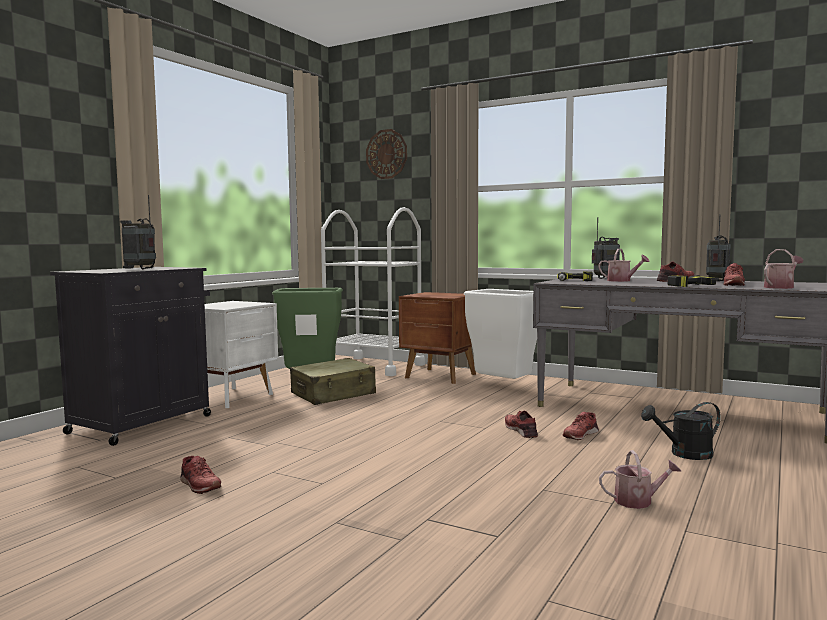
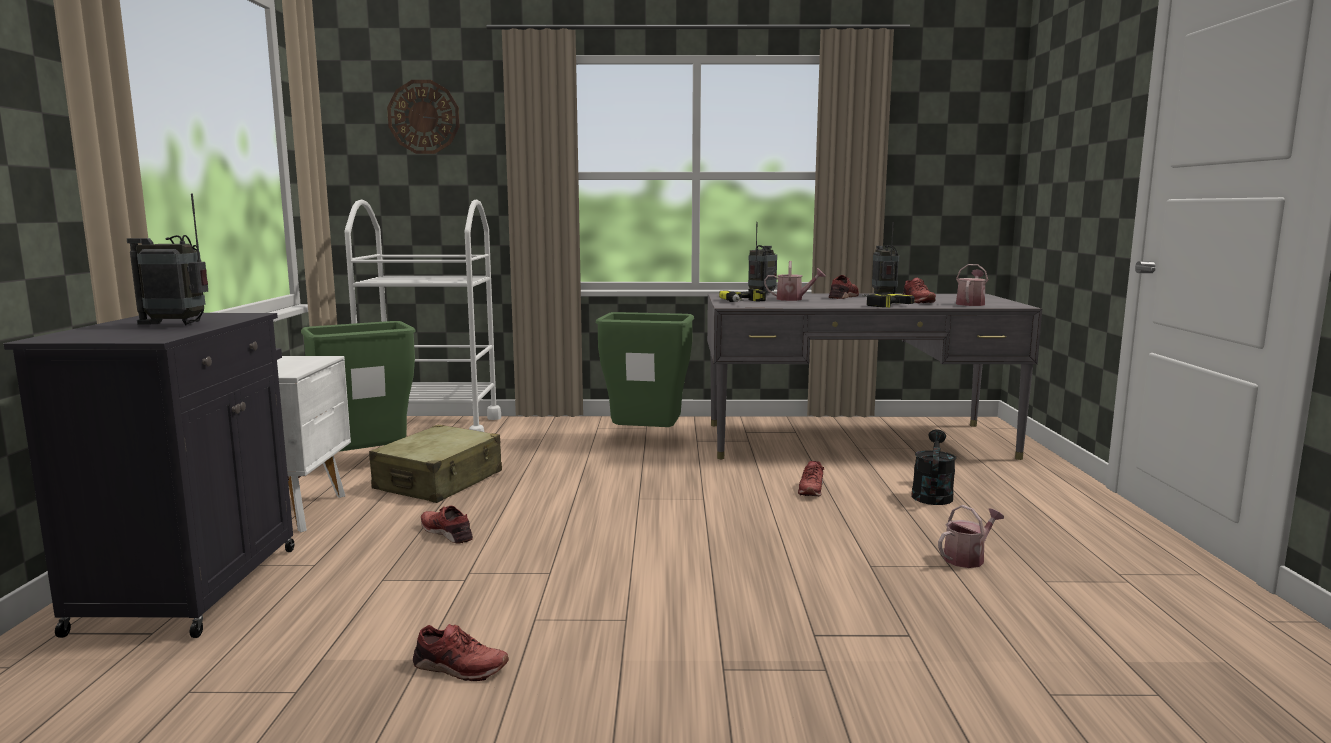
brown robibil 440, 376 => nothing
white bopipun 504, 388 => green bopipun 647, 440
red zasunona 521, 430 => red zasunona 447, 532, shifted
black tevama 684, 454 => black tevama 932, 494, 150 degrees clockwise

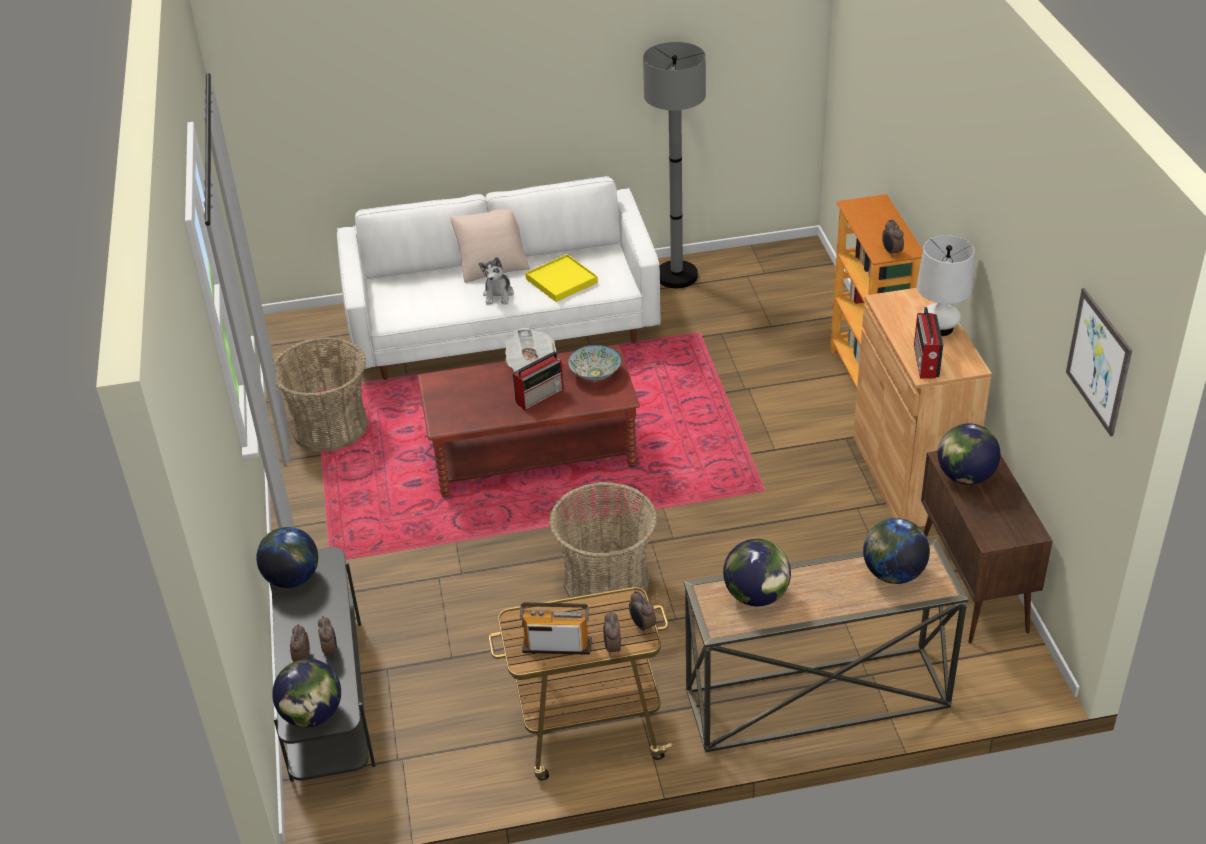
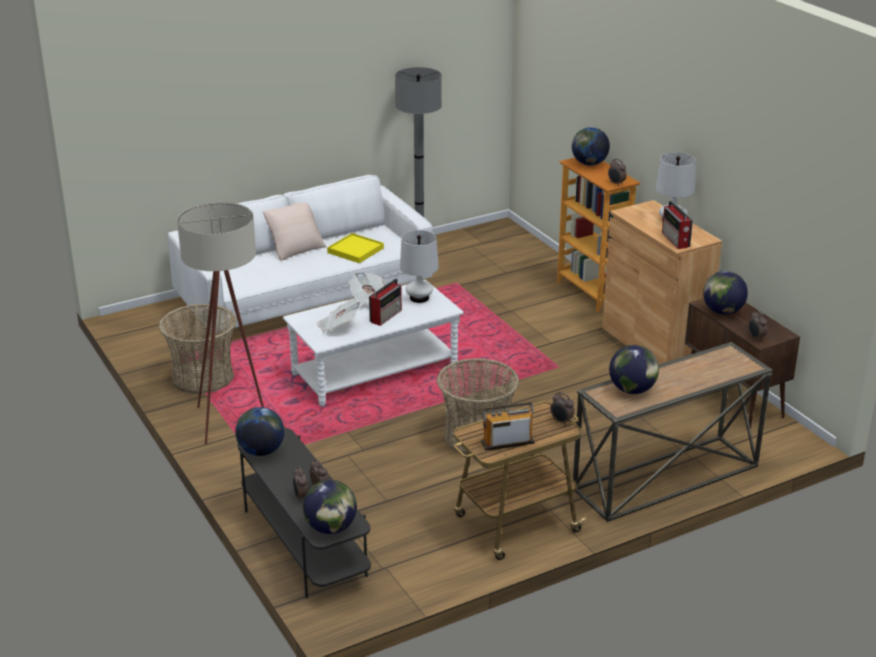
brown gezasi 533, 454 => white gezasi 375, 371
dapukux 498, 295 => nothing
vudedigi 595, 373 => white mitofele 419, 298
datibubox 612, 648 => datibubox 755, 338, shifted
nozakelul 893, 574 => nozakelul 589, 164, shifted
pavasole 1098, 361 => nothing
nothing => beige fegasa 232, 421
nothing => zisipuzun 338, 326

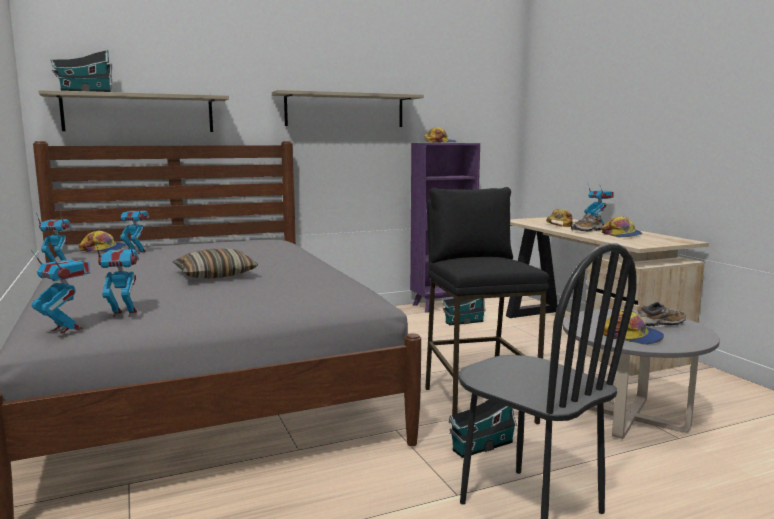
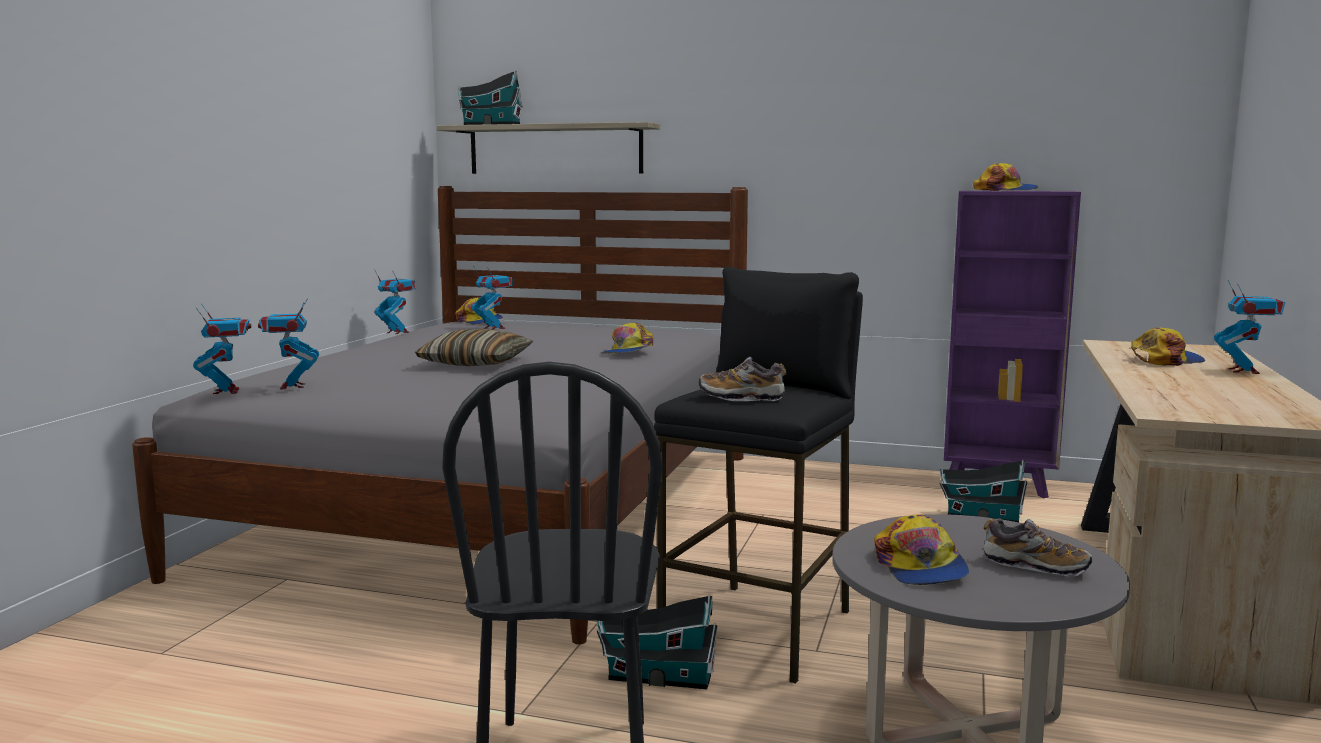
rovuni 123, 314 => rovuni 292, 386, 135 degrees counterclockwise
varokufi 345, 110 => nothing
zasunona 586, 231 => zasunona 741, 397, shifted
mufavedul 621, 235 => mufavedul 628, 352, shifted

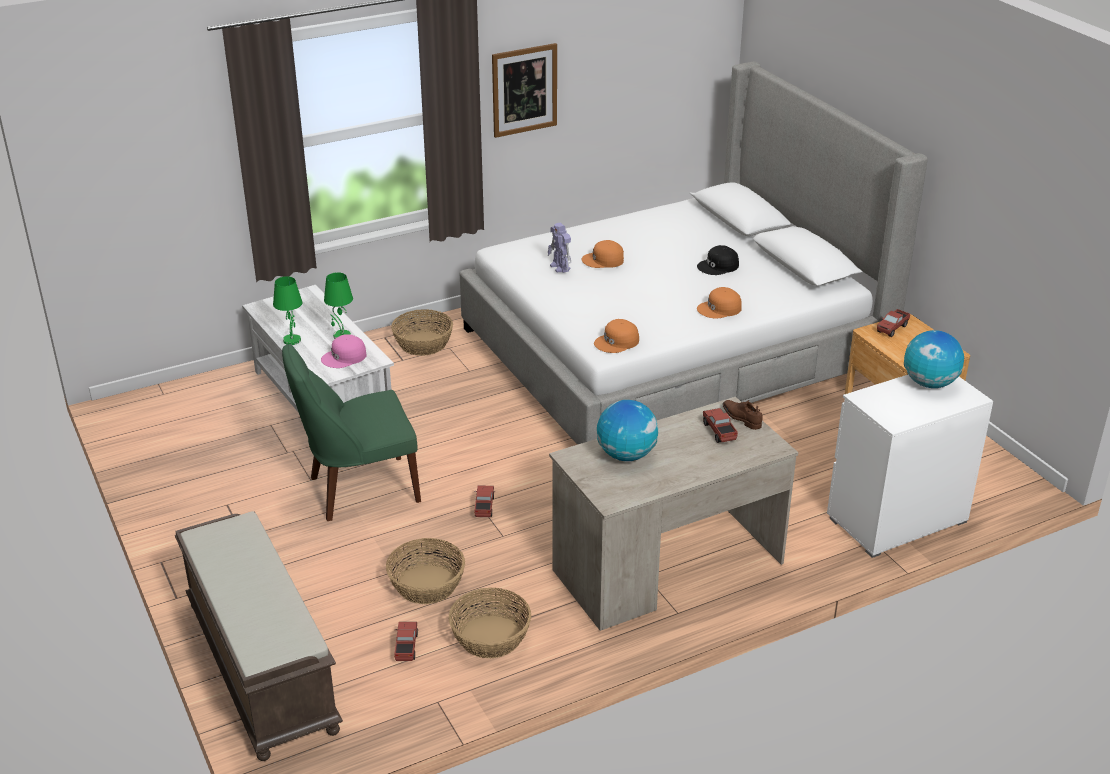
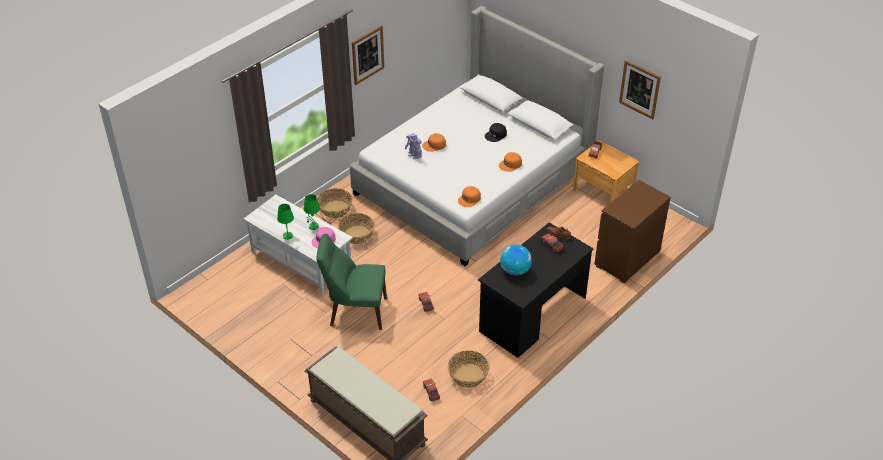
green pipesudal 359, 490 => green pipesudal 355, 311, 45 degrees clockwise
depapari 426, 585 => depapari 356, 235, shifted
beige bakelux 667, 567 => black bakelux 532, 314
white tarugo 896, 519 => brown tarugo 627, 259
nozakelul 929, 383 => nothing
nothing => pavasole 639, 89

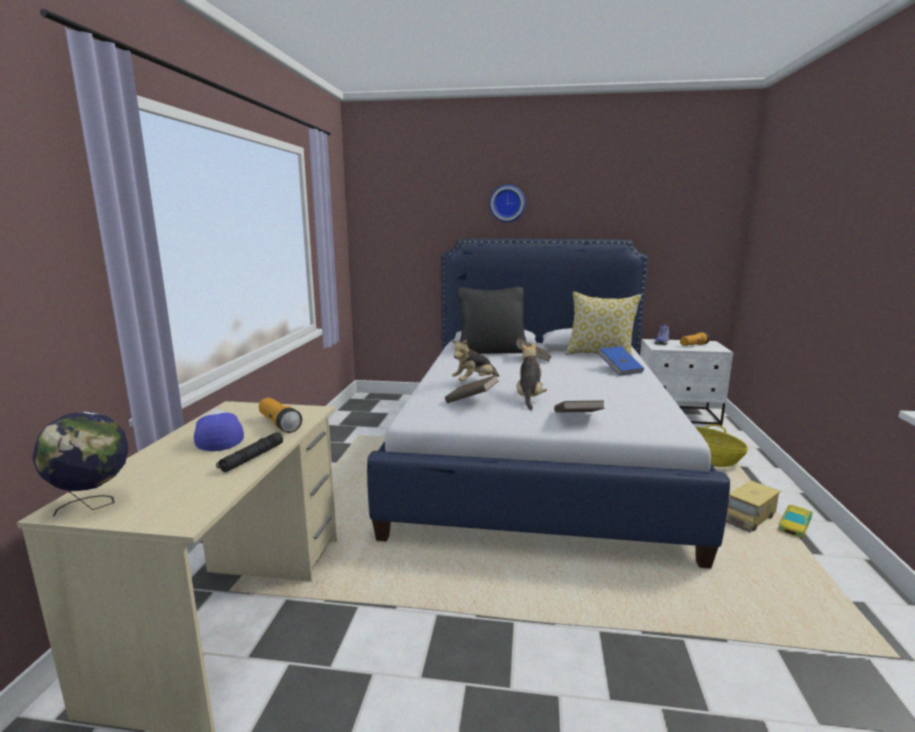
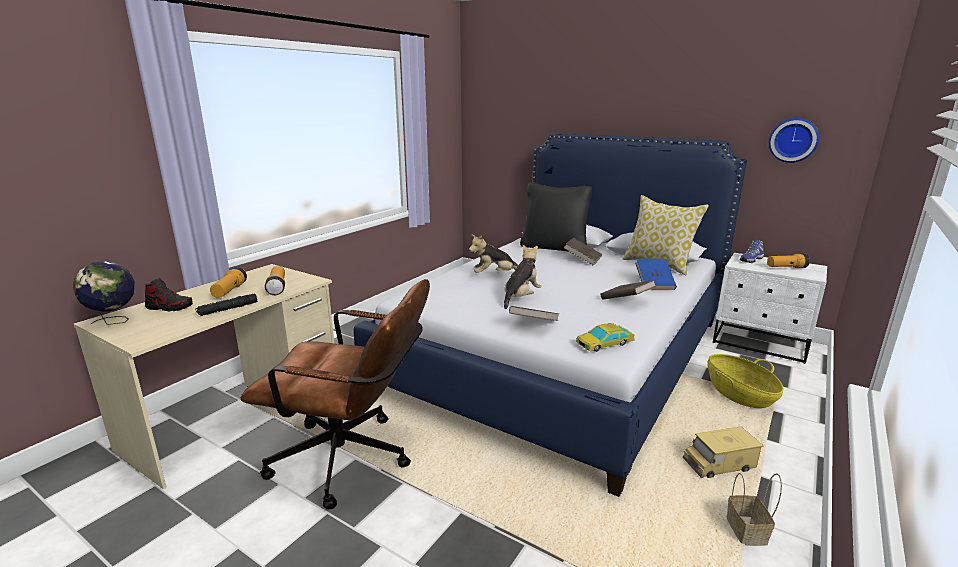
mufavedul 218, 438 => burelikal 229, 291
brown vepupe 471, 401 => brown vepupe 626, 300, shifted
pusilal 507, 203 => pusilal 793, 140, shifted
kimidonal 794, 525 => kimidonal 604, 343, shifted
nothing => zasunona 170, 307
nothing => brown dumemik 352, 460
nothing => depapari 747, 532

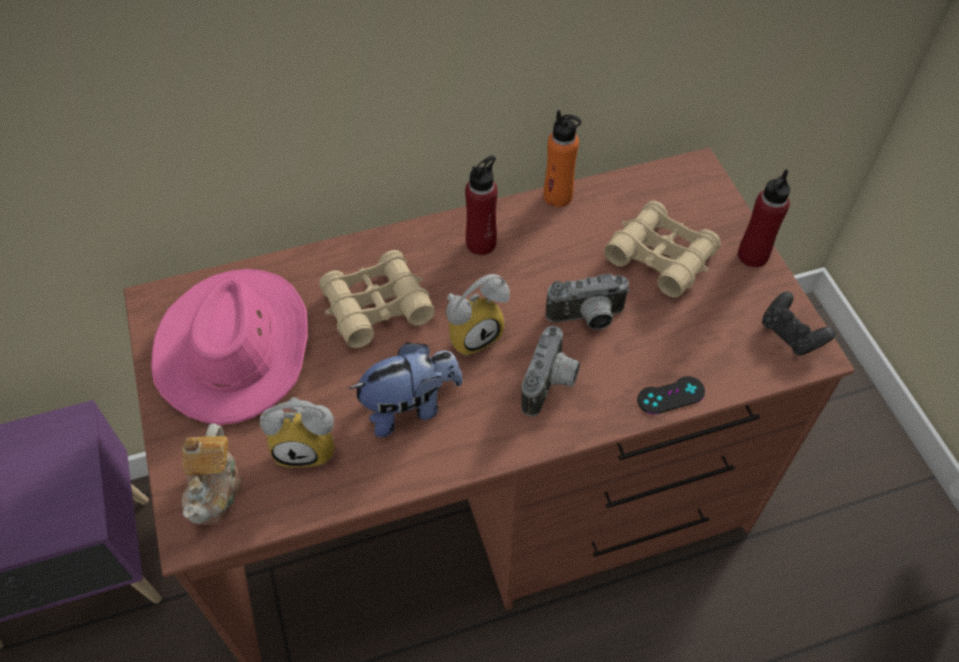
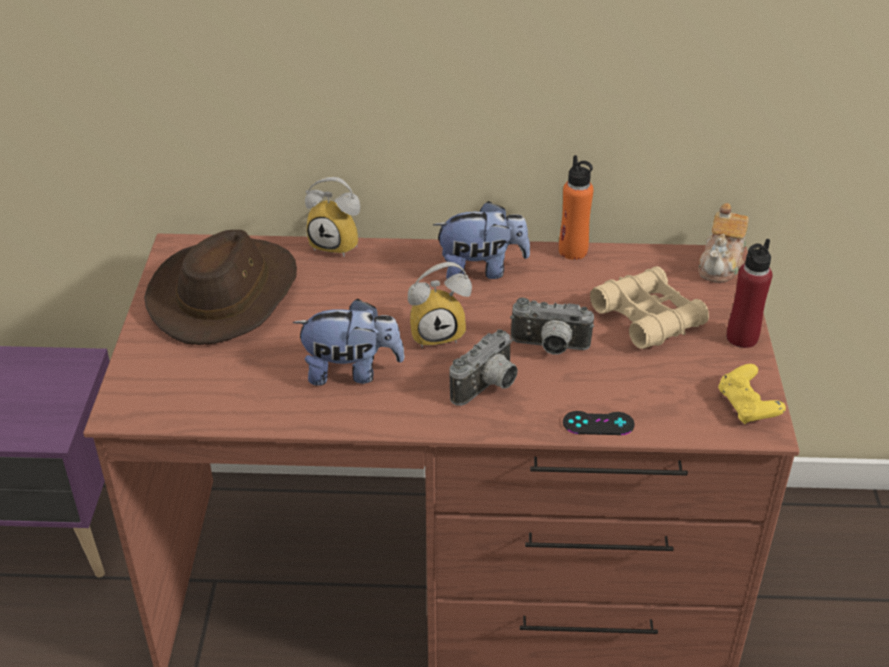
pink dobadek 235, 347 => brown dobadek 225, 294
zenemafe 215, 489 => zenemafe 721, 265, shifted
datibubox 308, 445 => datibubox 338, 244, shifted
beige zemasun 376, 306 => nothing
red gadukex 481, 243 => dapukux 481, 270
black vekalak 791, 334 => yellow vekalak 747, 407

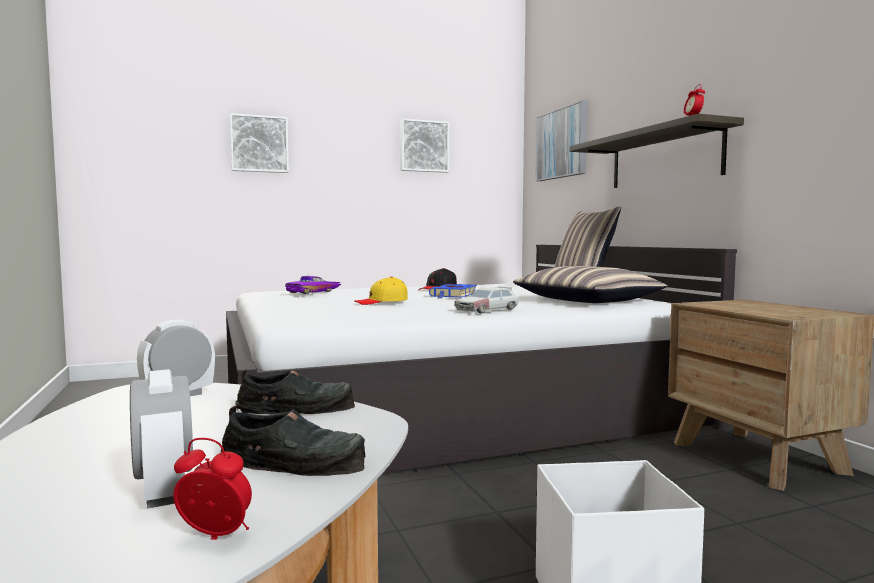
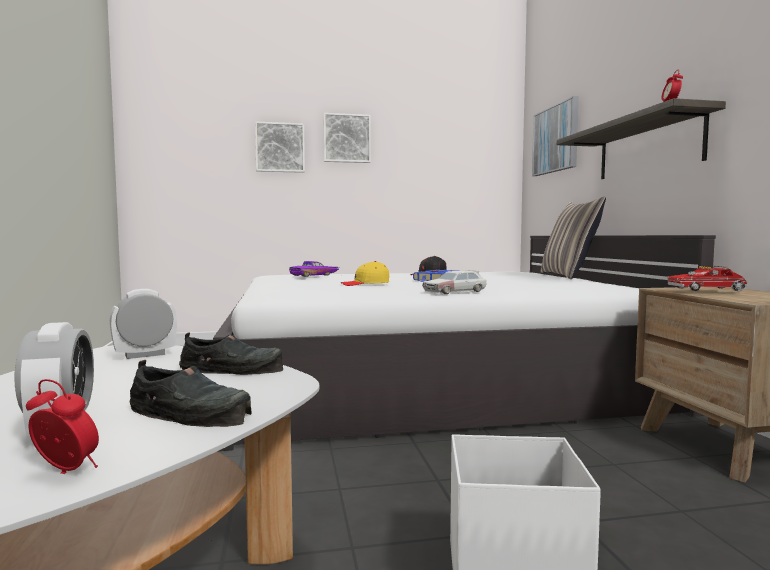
pavasole 424, 146 => pavasole 346, 138, shifted
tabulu 588, 301 => nothing
nothing => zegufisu 709, 292

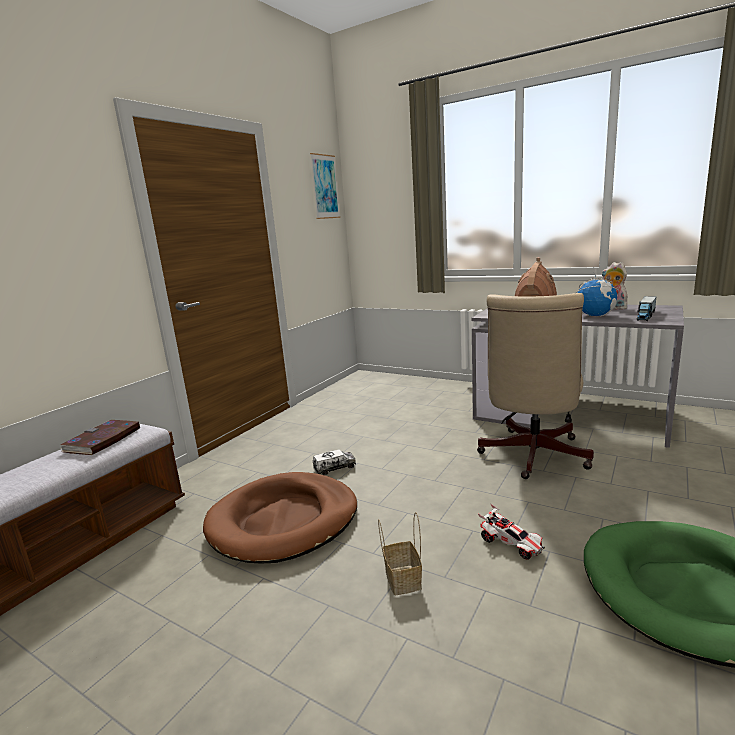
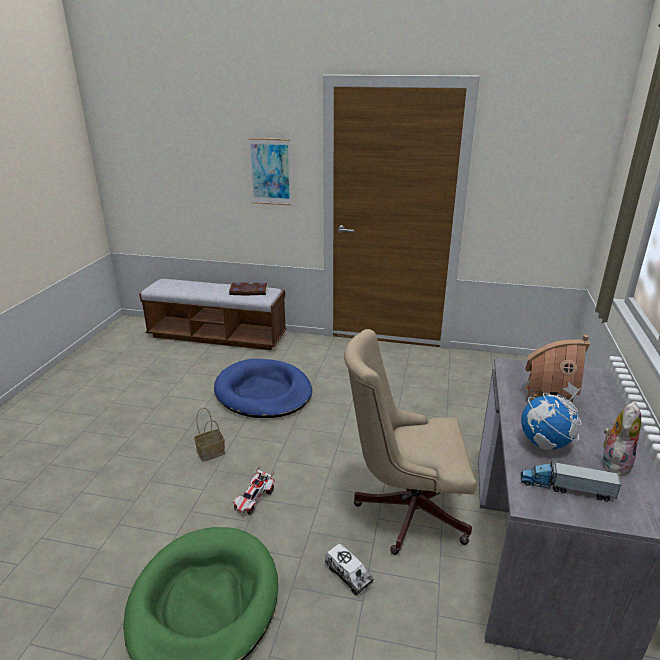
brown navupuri 284, 521 => blue navupuri 263, 392
pavasole 325, 187 => pavasole 270, 172, shifted
zegufisu 334, 468 => zegufisu 348, 575, shifted

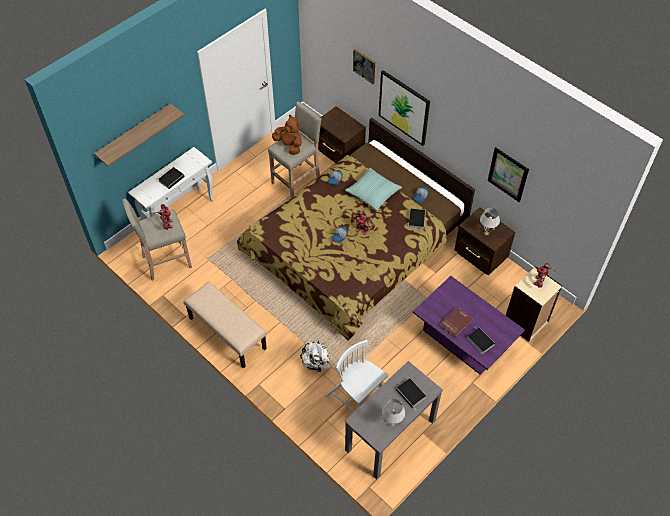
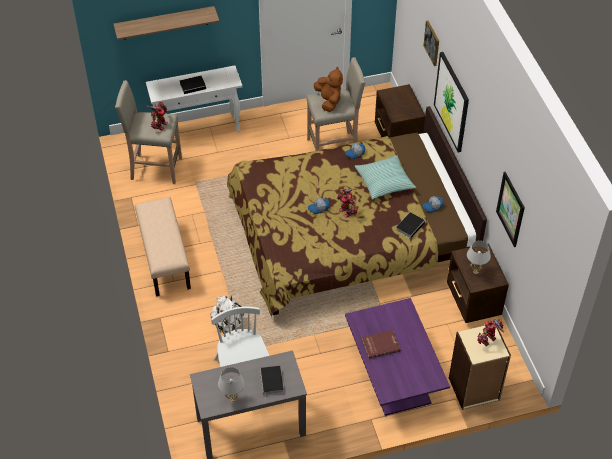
vepupe 479, 341 => nothing

